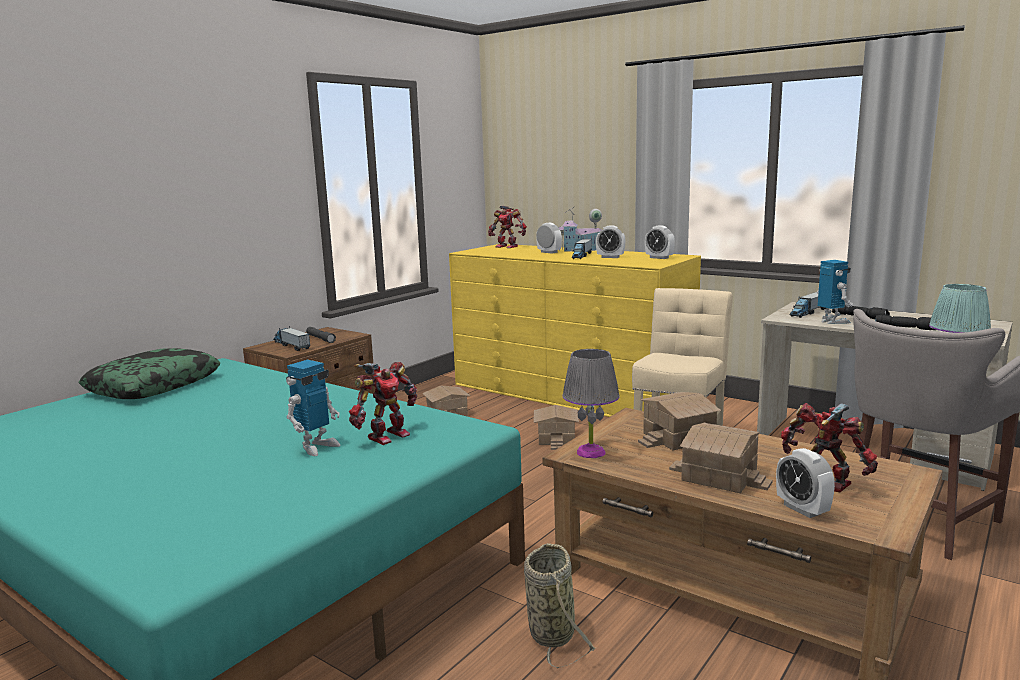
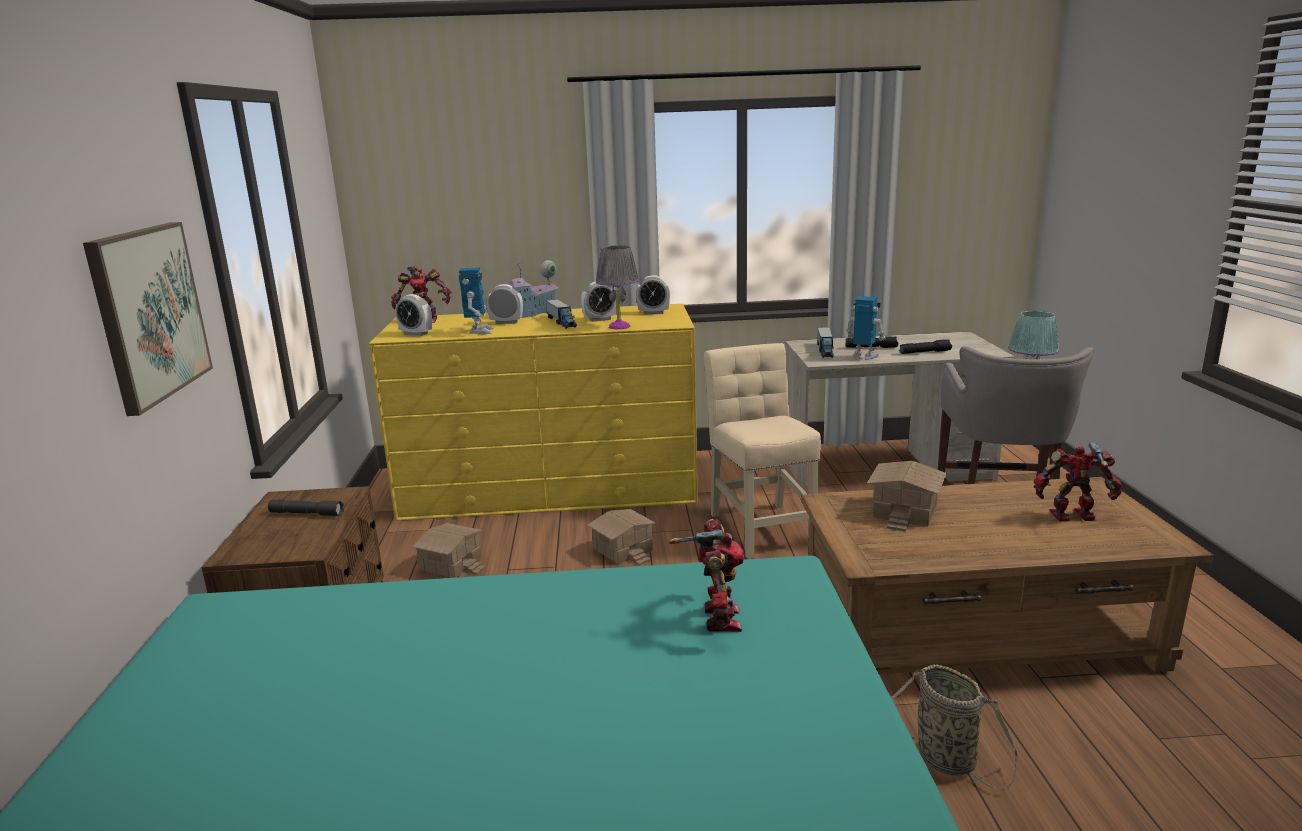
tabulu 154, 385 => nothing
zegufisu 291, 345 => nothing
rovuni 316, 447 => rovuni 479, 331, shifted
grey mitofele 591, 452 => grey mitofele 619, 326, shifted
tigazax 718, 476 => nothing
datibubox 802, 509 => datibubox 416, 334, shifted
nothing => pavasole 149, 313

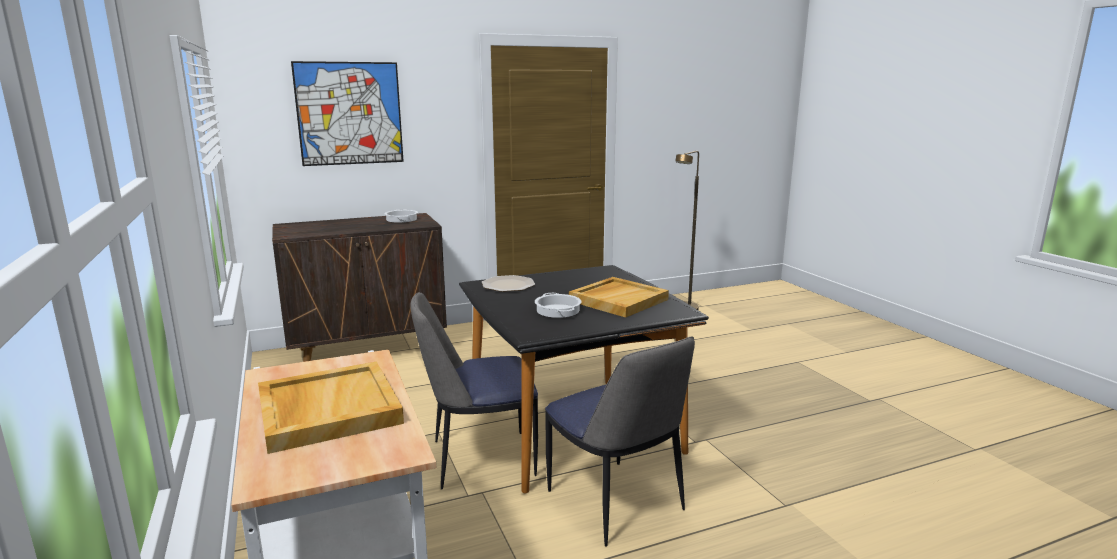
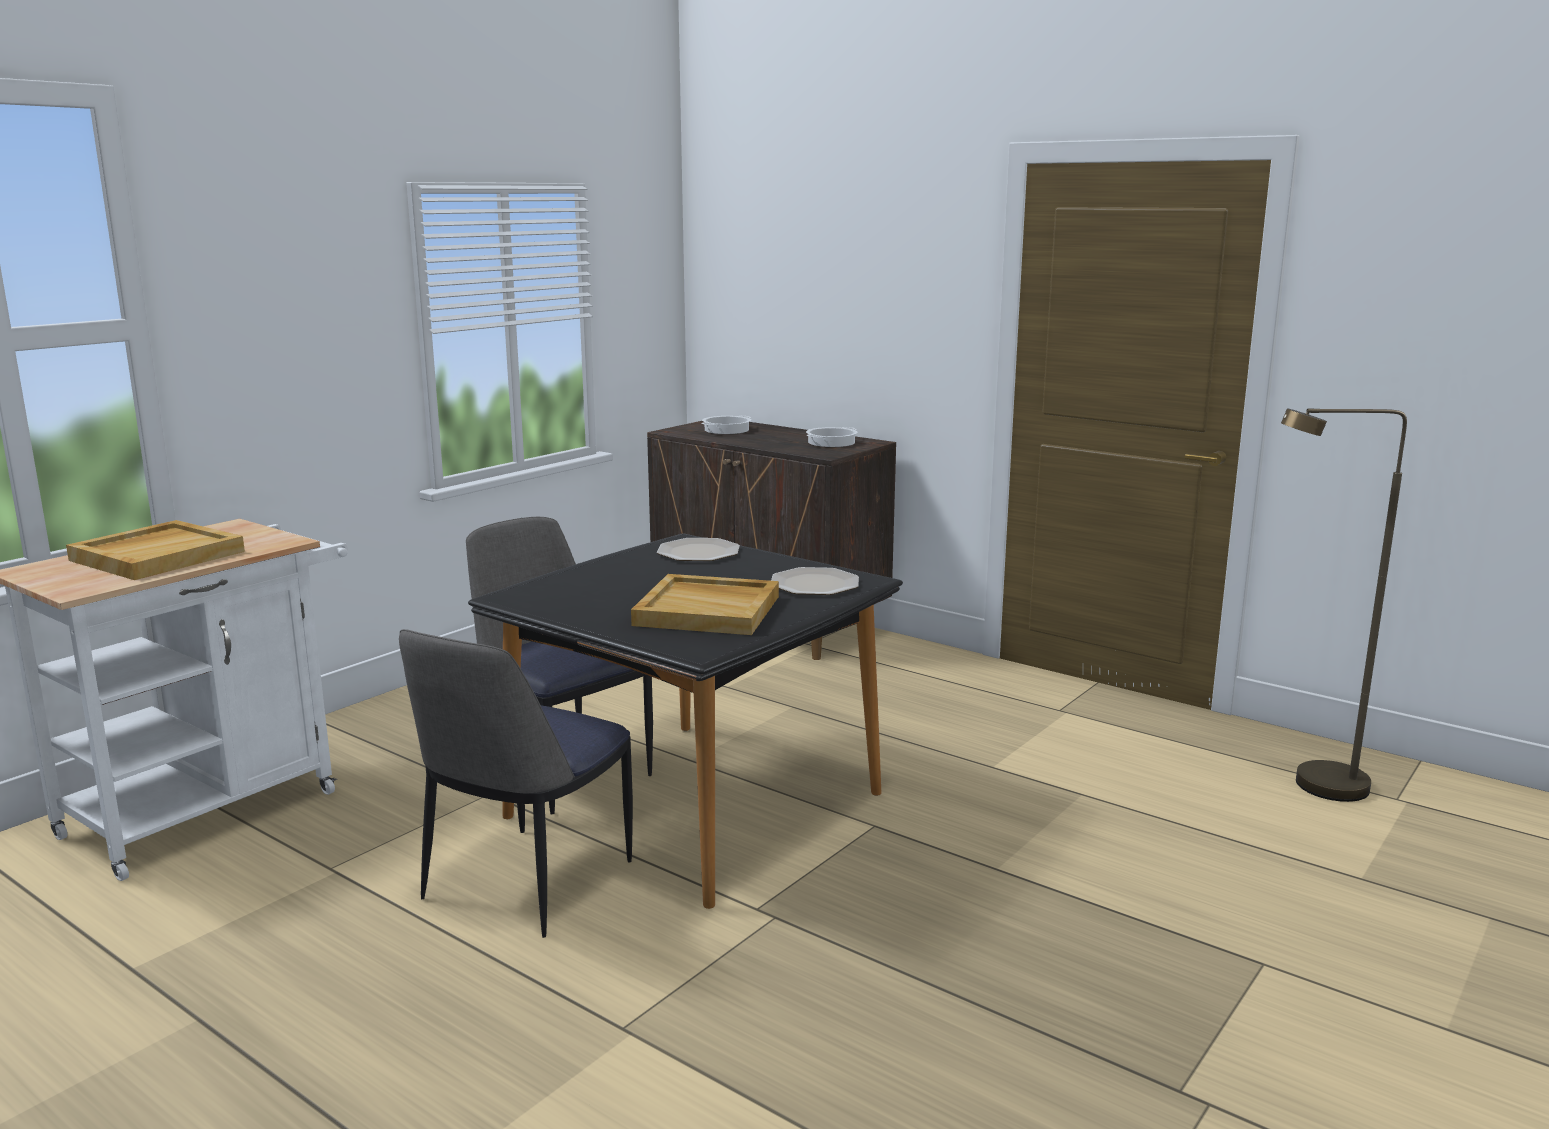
pavasole 349, 113 => nothing
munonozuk 557, 310 => munonozuk 726, 430, shifted
nothing => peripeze 814, 584

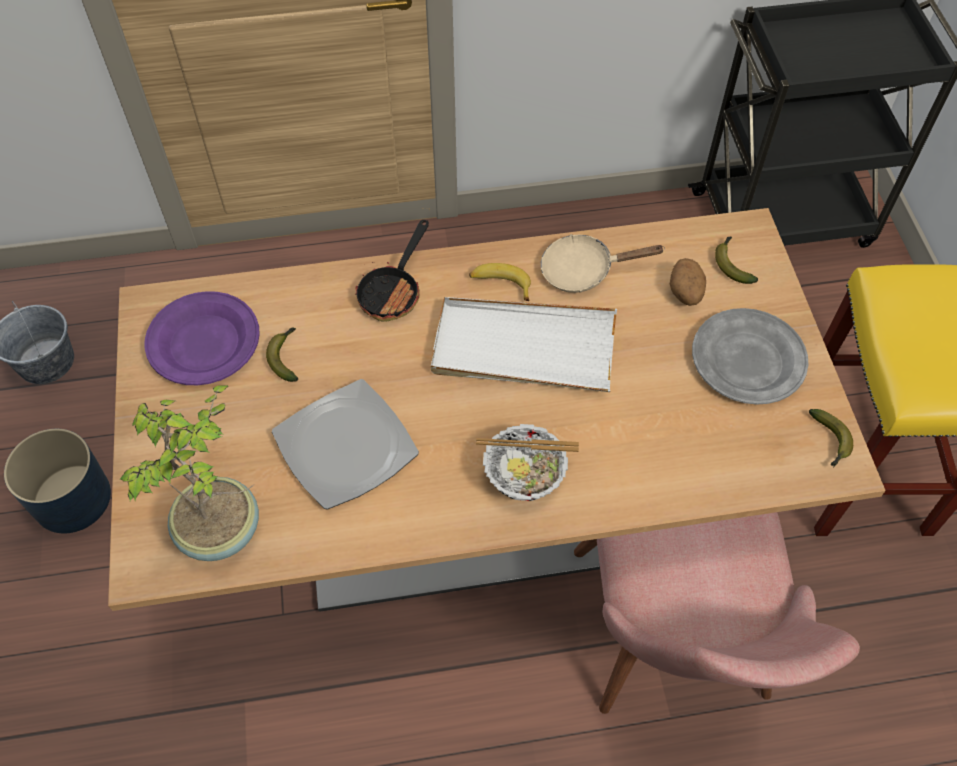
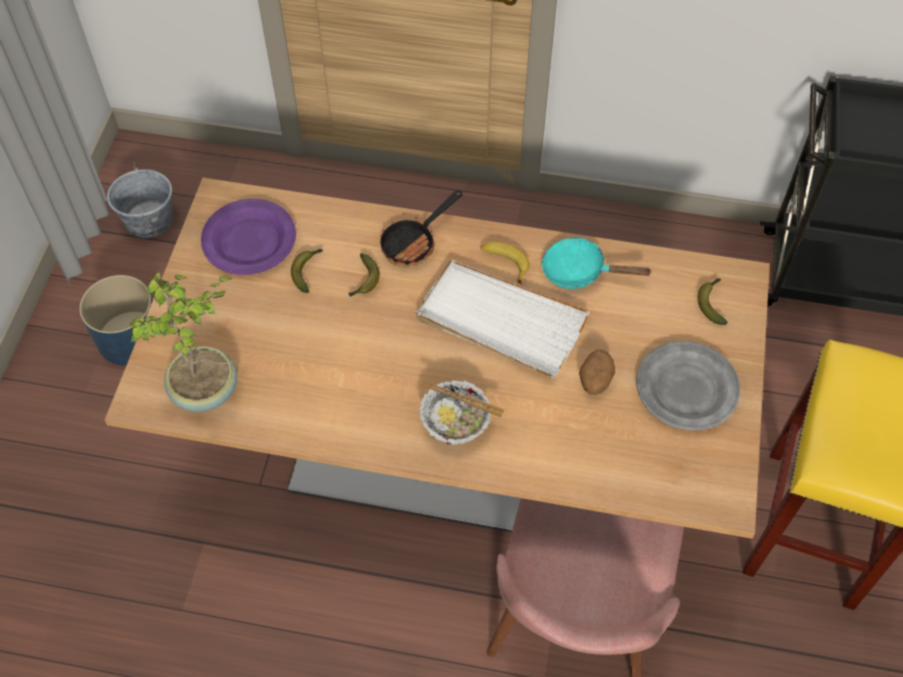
peripeze 344, 446 => nothing
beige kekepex 583, 270 => turquoise kekepex 580, 271
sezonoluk 685, 293 => sezonoluk 595, 381, shifted
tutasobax 829, 442 => tutasobax 364, 281, shifted

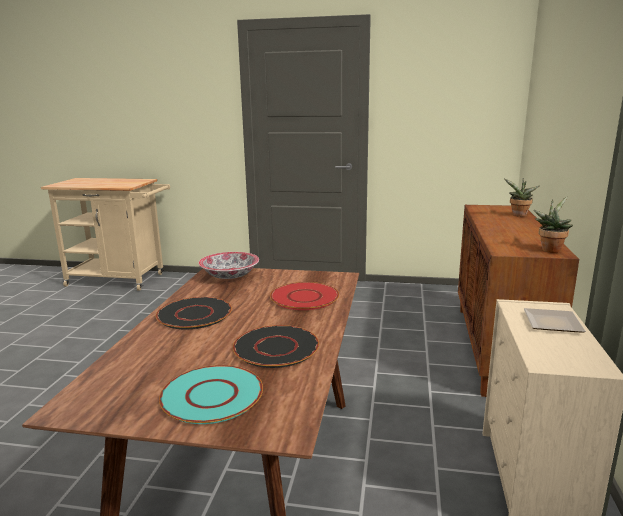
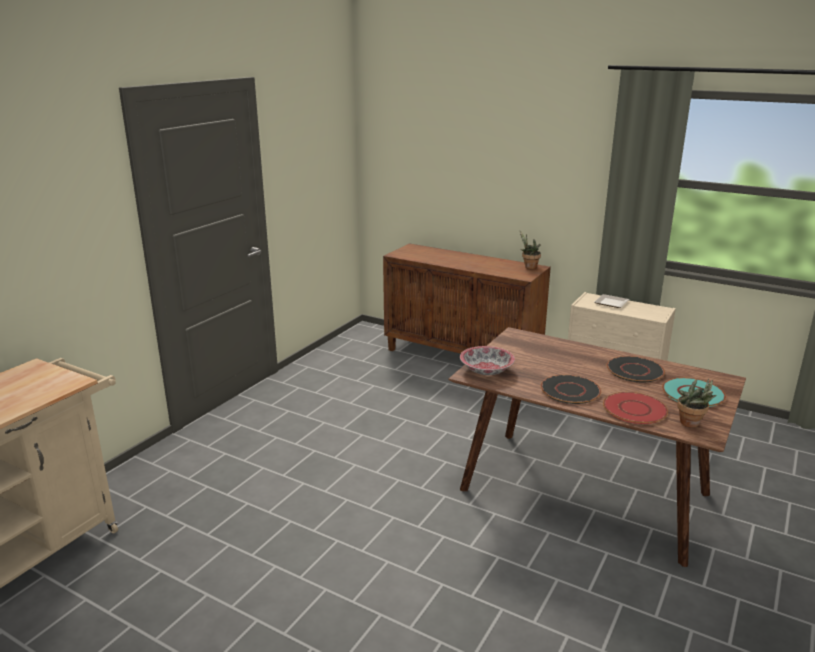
red peripeze 305, 297 => red peripeze 635, 409, shifted
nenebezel 518, 215 => nenebezel 692, 424, shifted

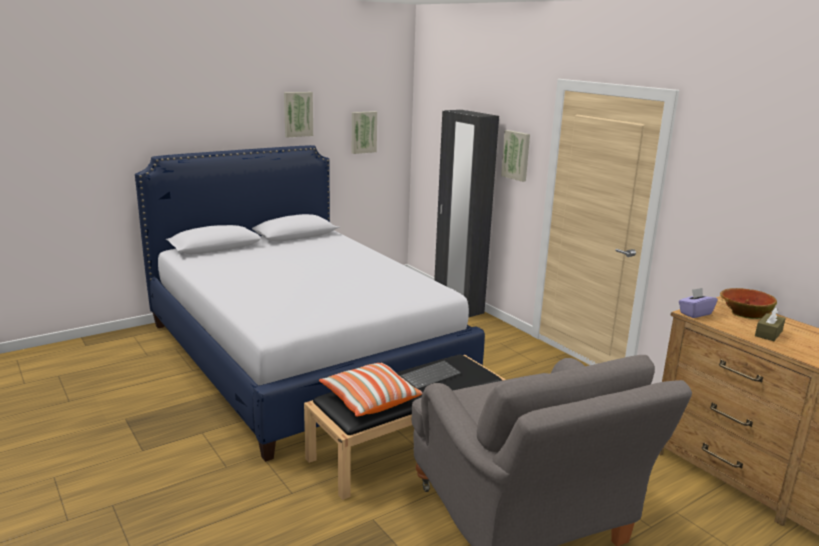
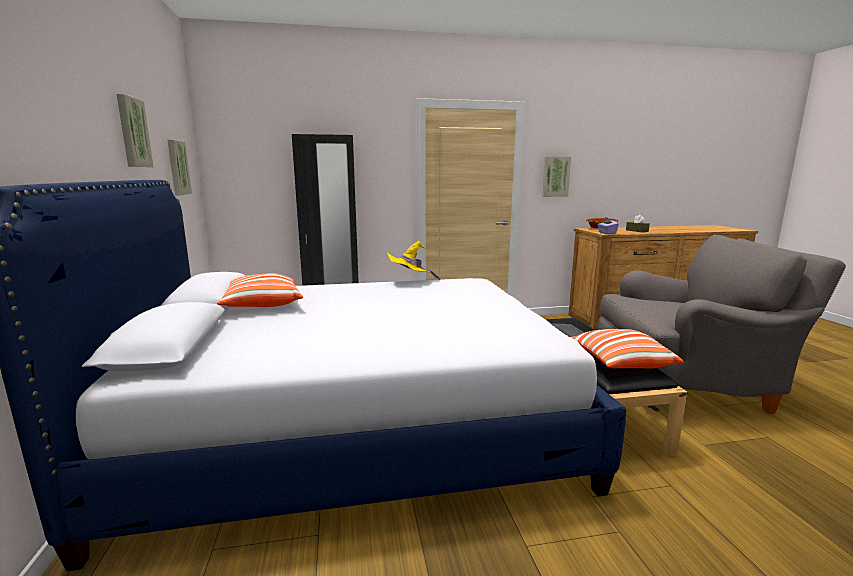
pavasole 516, 155 => pavasole 555, 176, shifted
nothing => tabulu 261, 305
nothing => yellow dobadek 410, 281

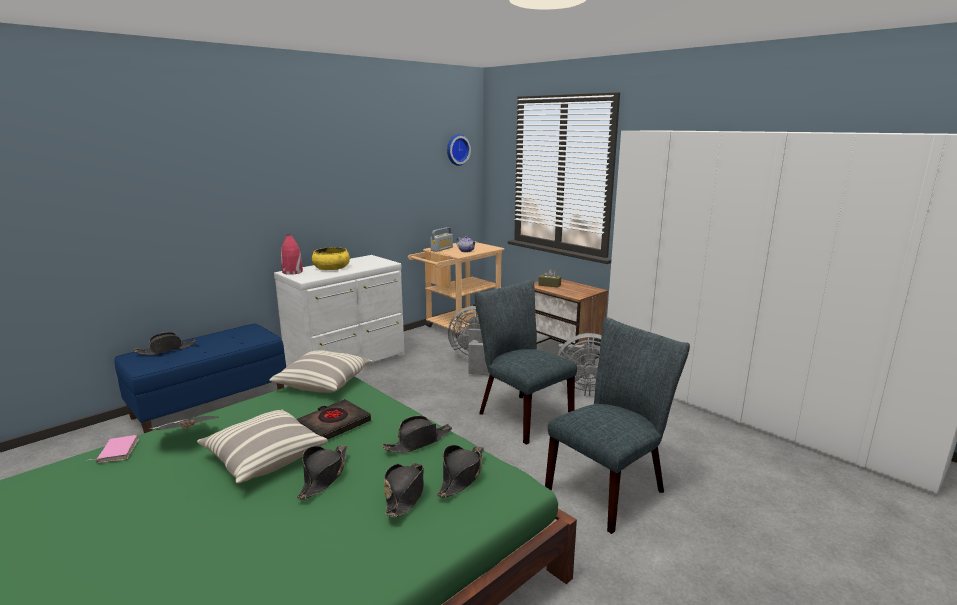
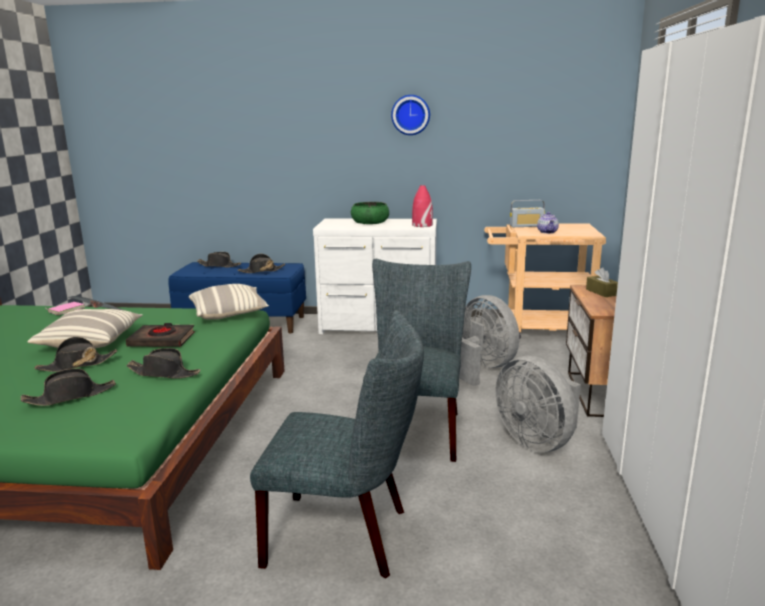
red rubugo 292, 272 => red rubugo 422, 225, shifted
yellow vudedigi 331, 267 => green vudedigi 370, 222
black dobadek 461, 476 => black dobadek 261, 271, shifted
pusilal 457, 149 => pusilal 410, 115, shifted

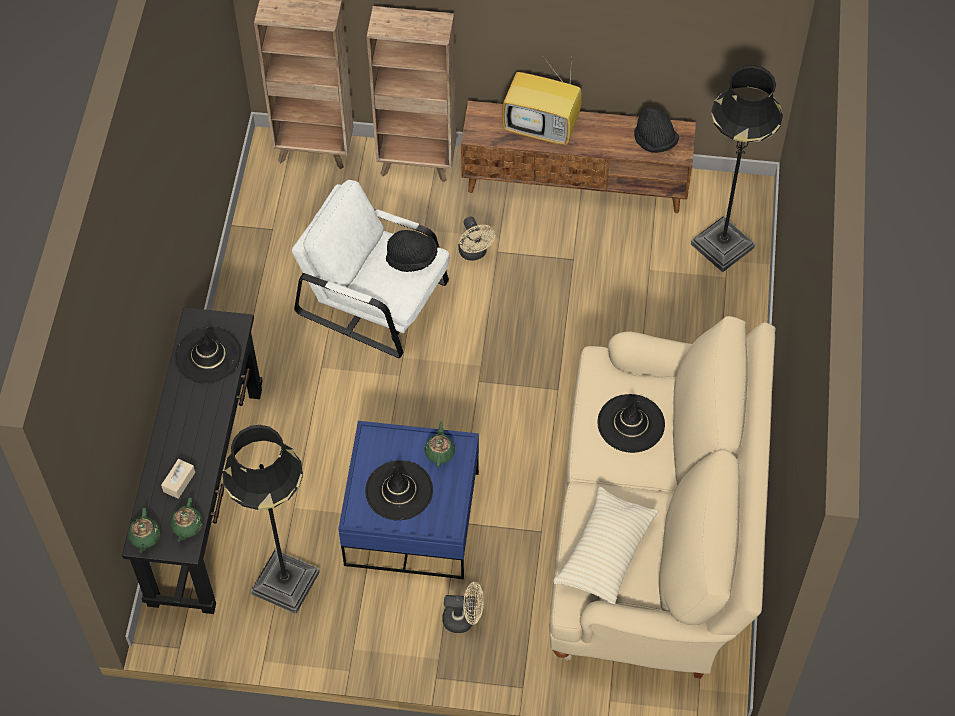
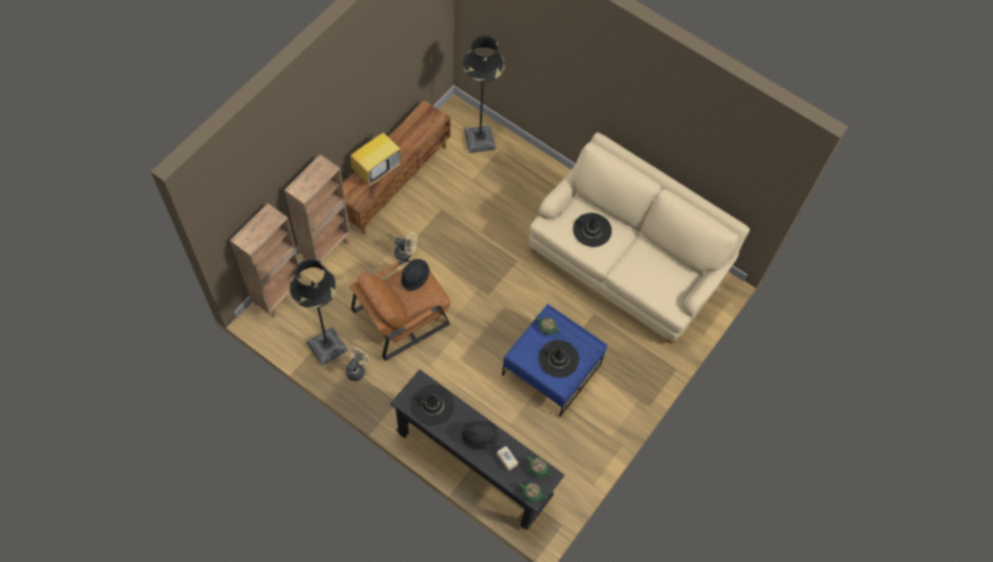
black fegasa 285, 583 => black fegasa 327, 347, shifted
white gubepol 376, 298 => brown gubepol 402, 316
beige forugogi 464, 619 => beige forugogi 357, 369, shifted
beige tabulu 605, 553 => nothing
black dobadek 655, 141 => black dobadek 479, 437, shifted

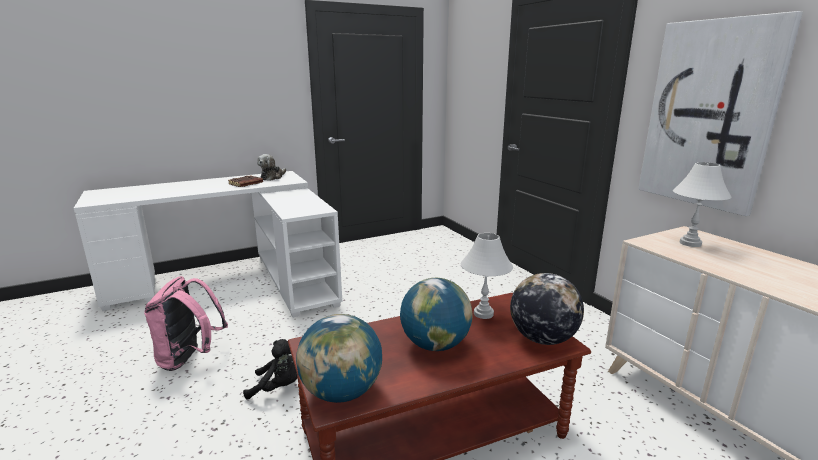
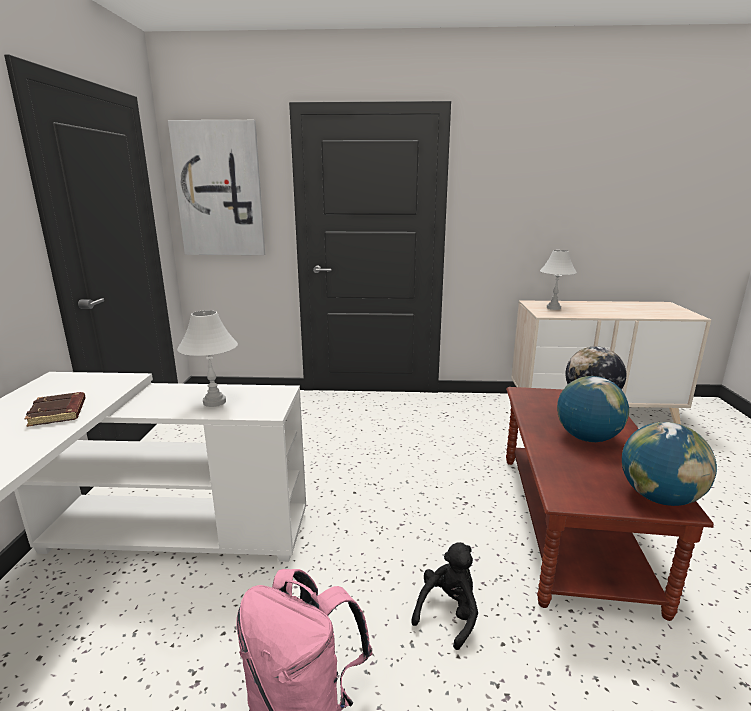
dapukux 272, 177 => nothing
white mitofele 483, 314 => white mitofele 214, 402, shifted
pavasole 709, 115 => pavasole 219, 190, shifted

